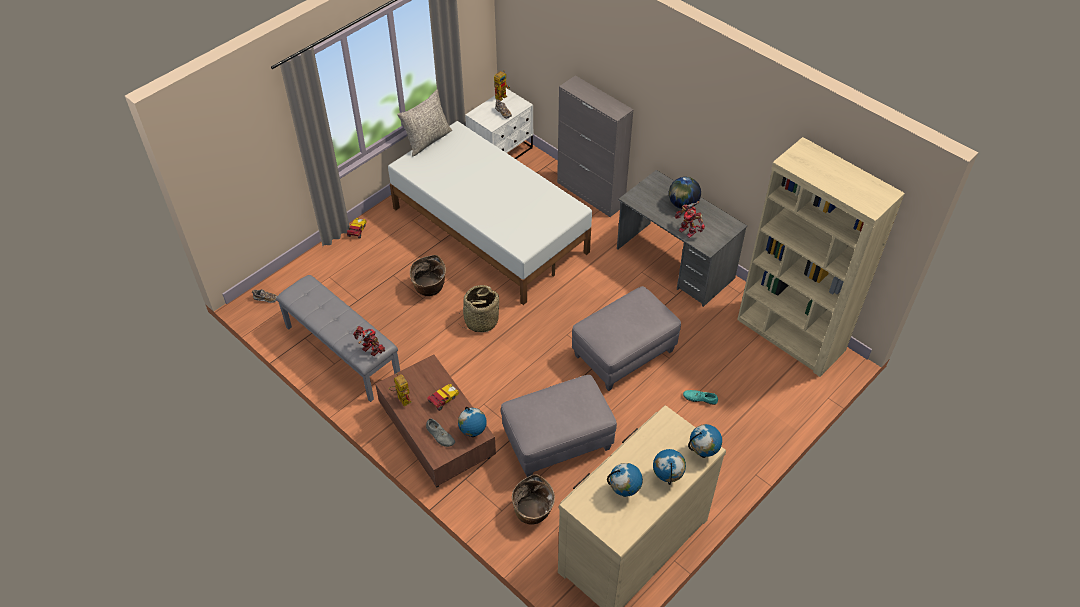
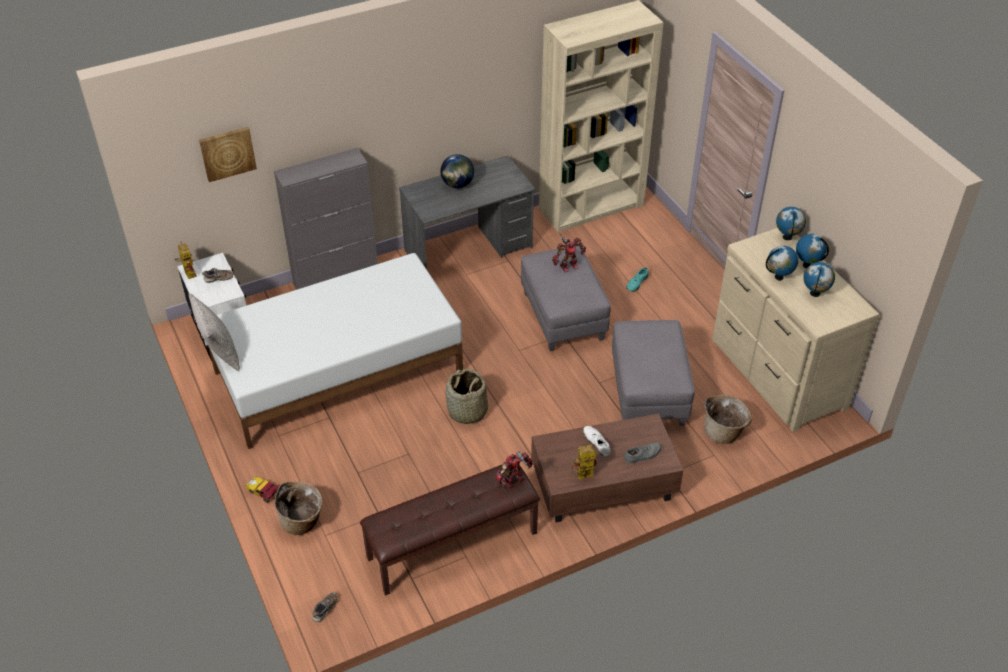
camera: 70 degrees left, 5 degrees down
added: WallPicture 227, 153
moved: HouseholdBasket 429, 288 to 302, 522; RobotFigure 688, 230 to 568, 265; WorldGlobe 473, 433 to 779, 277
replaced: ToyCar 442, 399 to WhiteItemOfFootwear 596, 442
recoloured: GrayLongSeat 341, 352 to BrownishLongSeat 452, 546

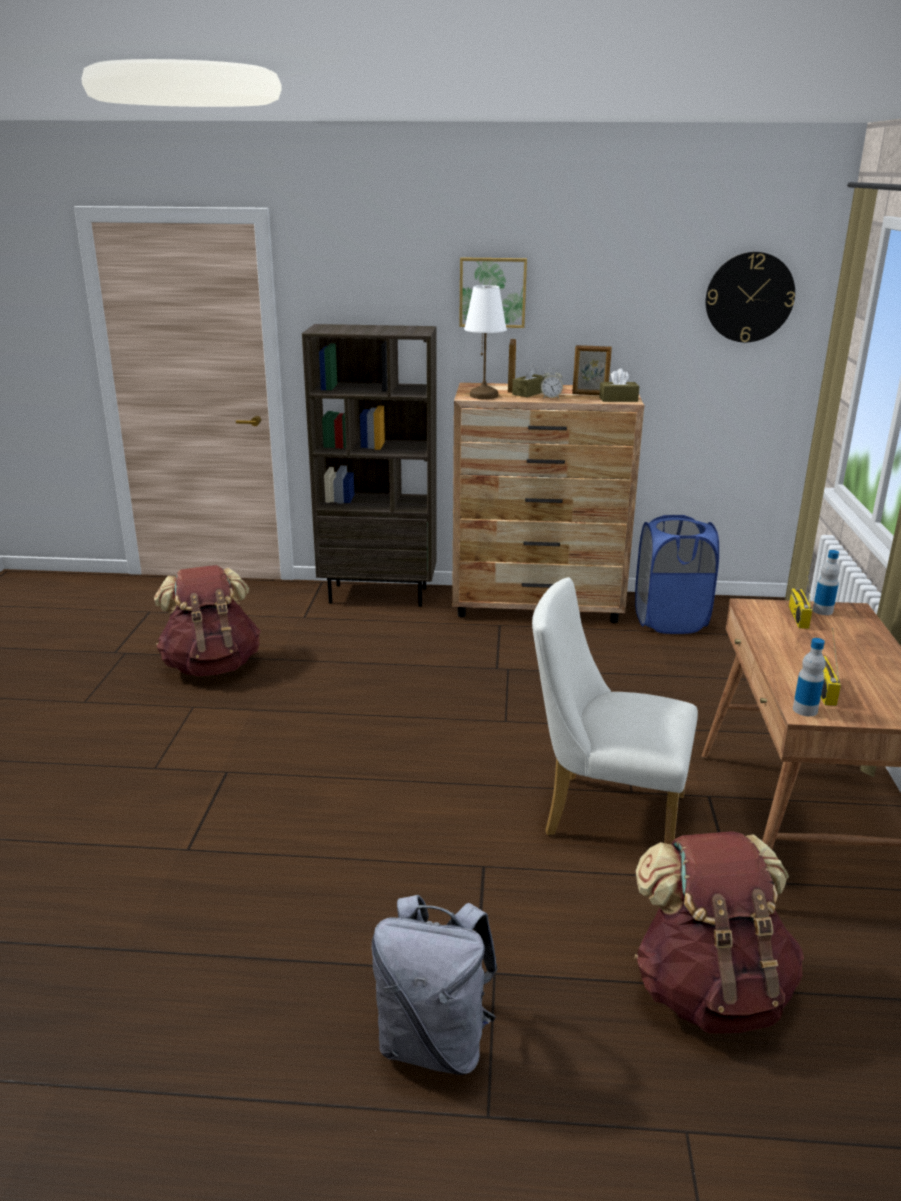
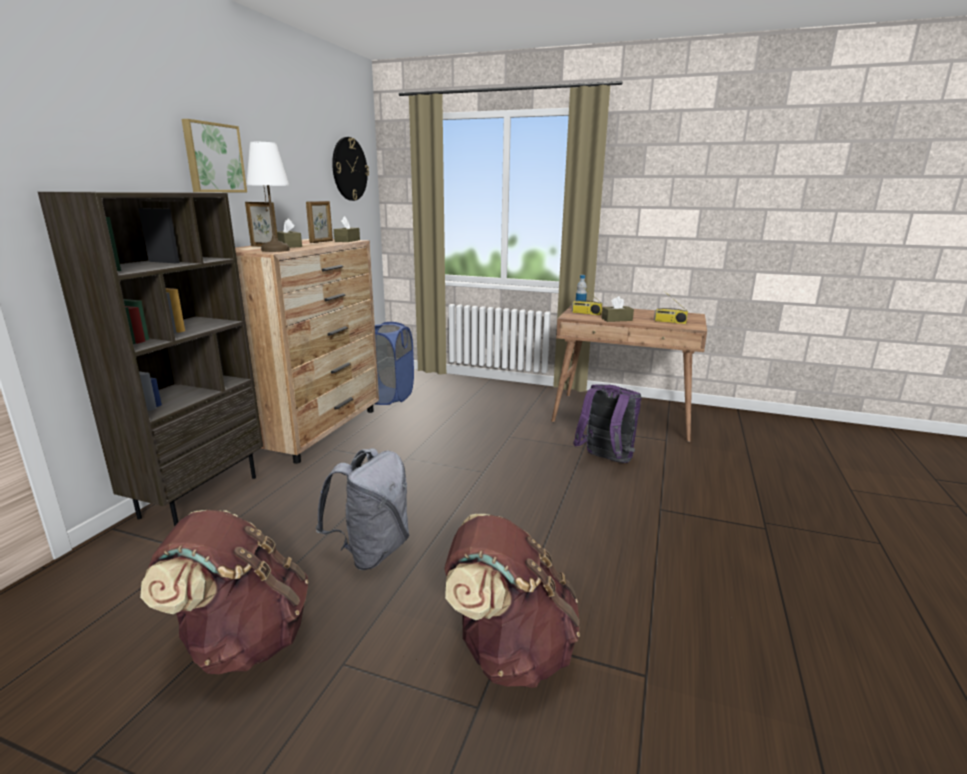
camera: 75 degrees left, 5 degrees down
removed: AlarmClock 550, 397; DrinkBottle 805, 710
added: BrownishBoxOfTissues 616, 319
moved: GrayBackpack 434, 1042 to 371, 551; BrownishBackpack 710, 990 to 509, 650
replaced: WhitePlainChair 603, 814 to PurpleColouredBackpack 605, 460

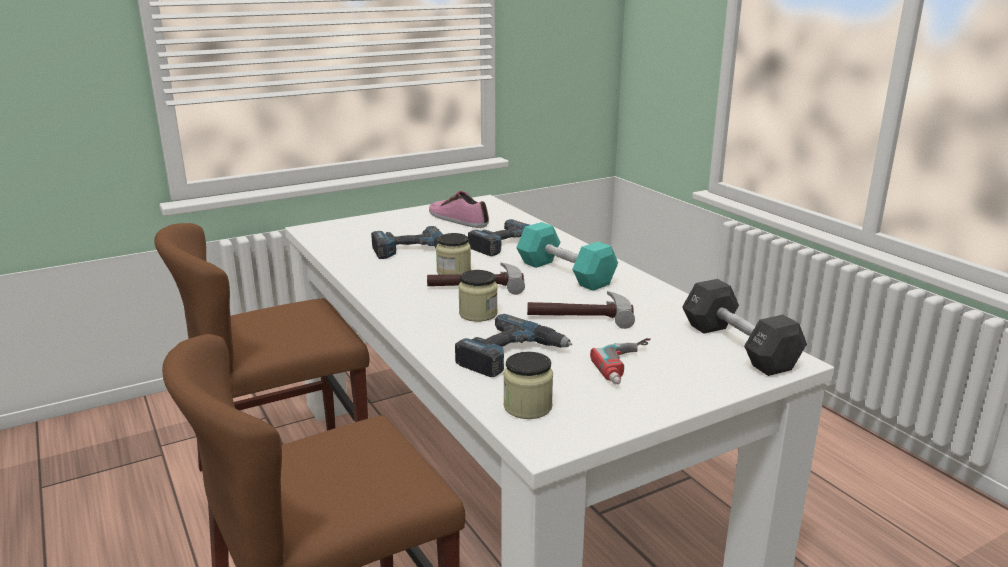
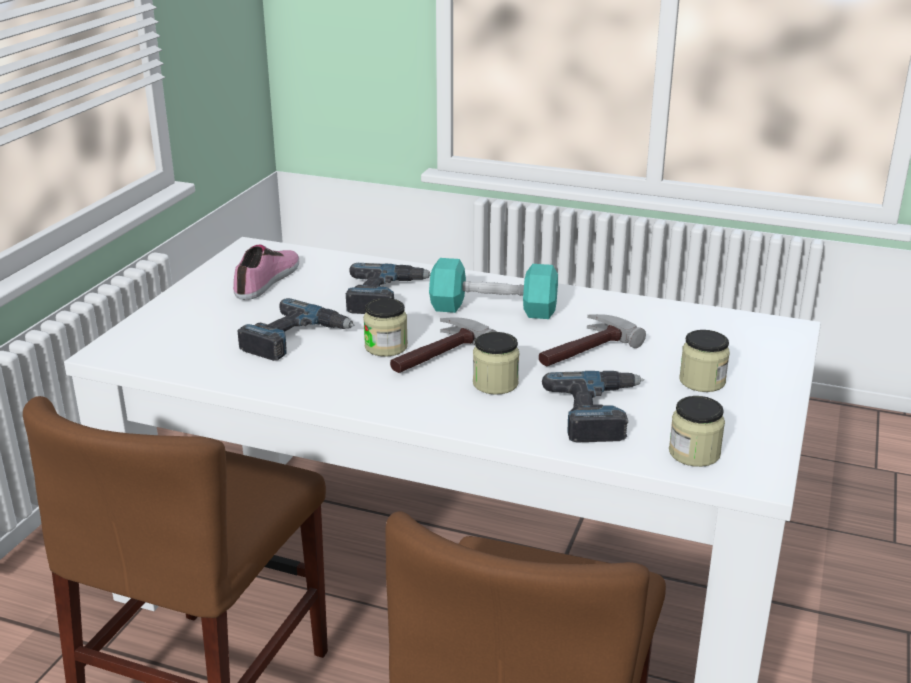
camera: 40 degrees left, 5 degrees up
removed: BlackDumbbell 738, 346
replaced: PowerDrill 631, 366 to StorageJar 702, 381
turned: ItemOfFootwear 458, 219 = 268, 280 105 degrees clockwise

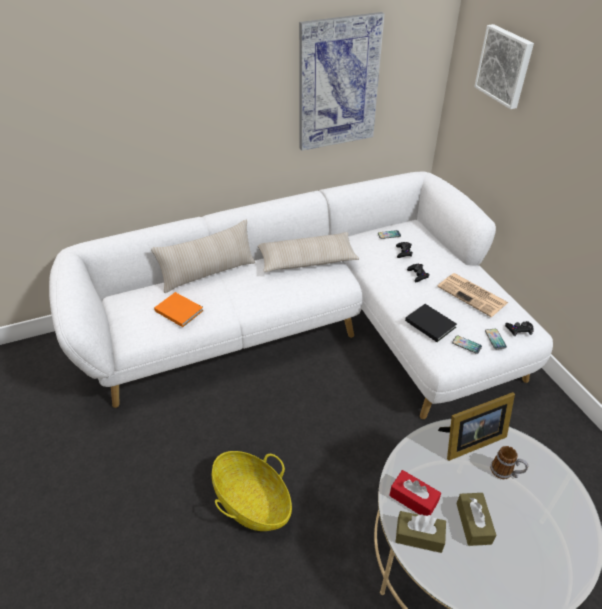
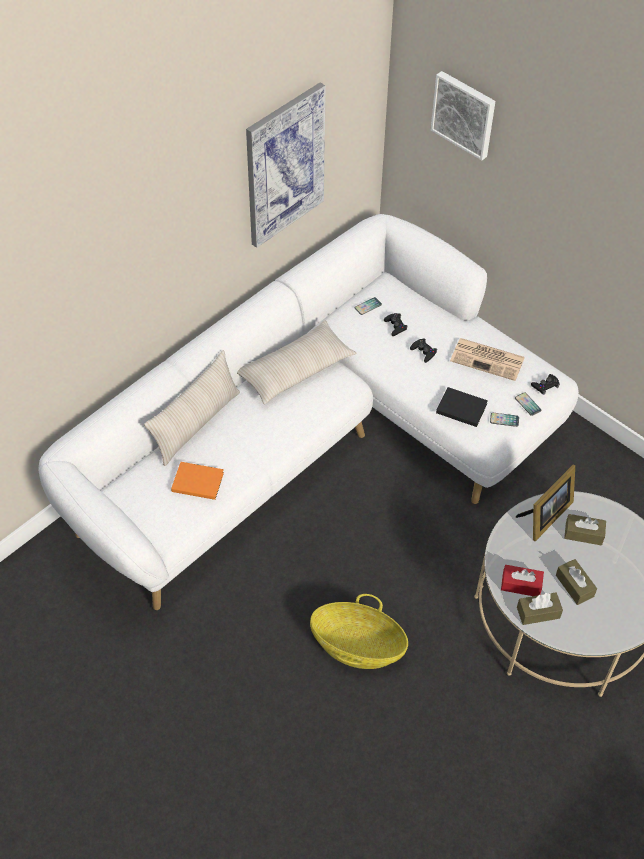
camera: 25 degrees left, 10 degrees up
replaced: TeaMug 505, 472 to BrownishBoxOfTissues 583, 534

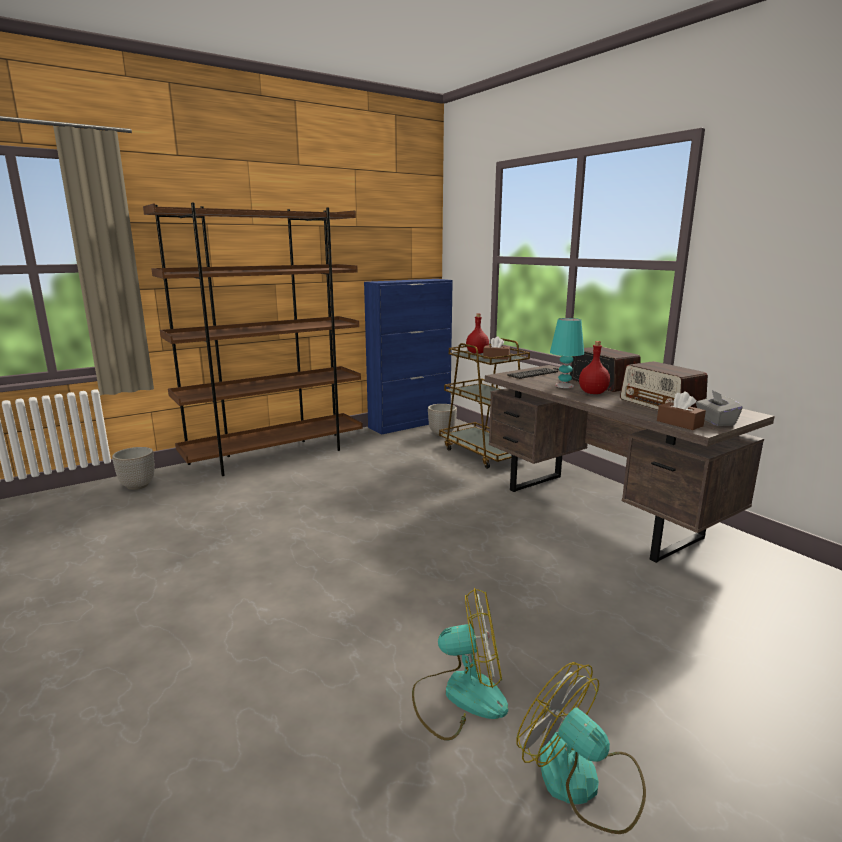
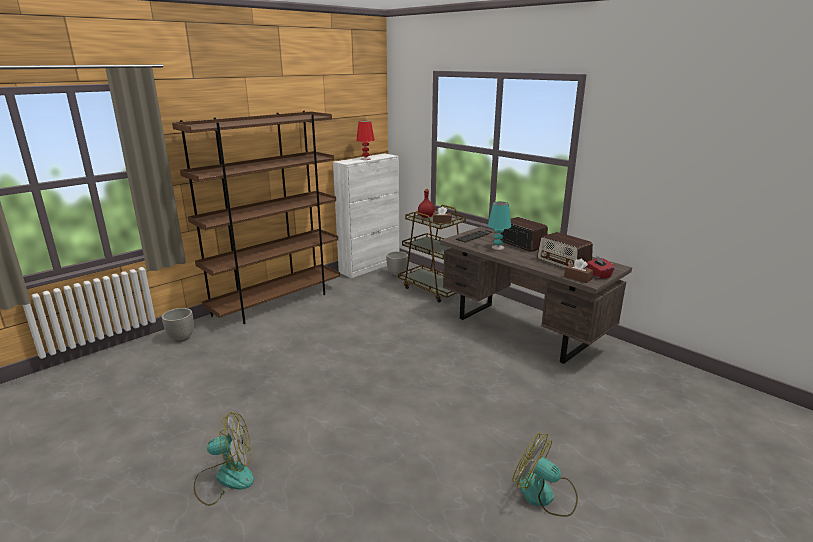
camera: 10 degrees left, 5 degrees up
removed: RedColouredDrinkBottle 593, 393
added: RedColouredTableLamp 366, 159
moved: Fan 459, 696 to 225, 478
recoloured: BlueCabinet 410, 423 to WhiteCabinet 370, 266; GrayBoxOfTissues 715, 421 to RedColouredBoxOfTissues 598, 274

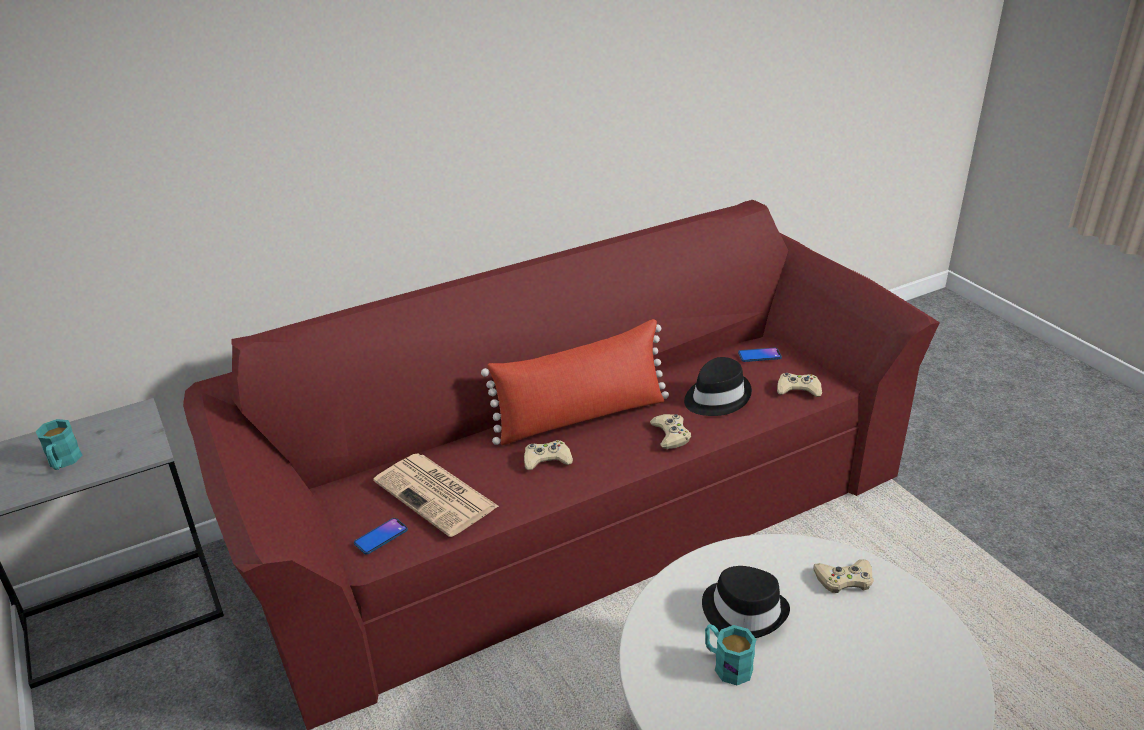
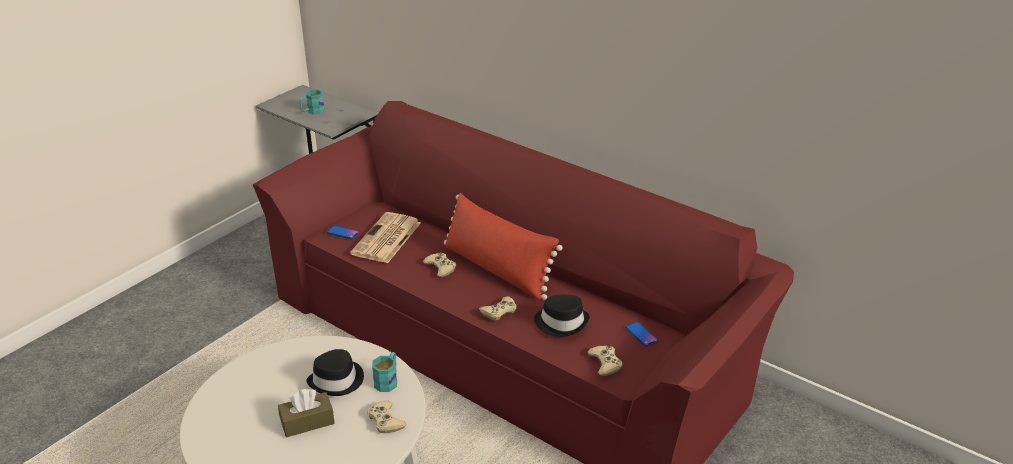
camera: 65 degrees right, 0 degrees up
added: BrownishBoxOfTissues 307, 422
moved: TurquoiseTeaMug 726, 664 to 388, 380

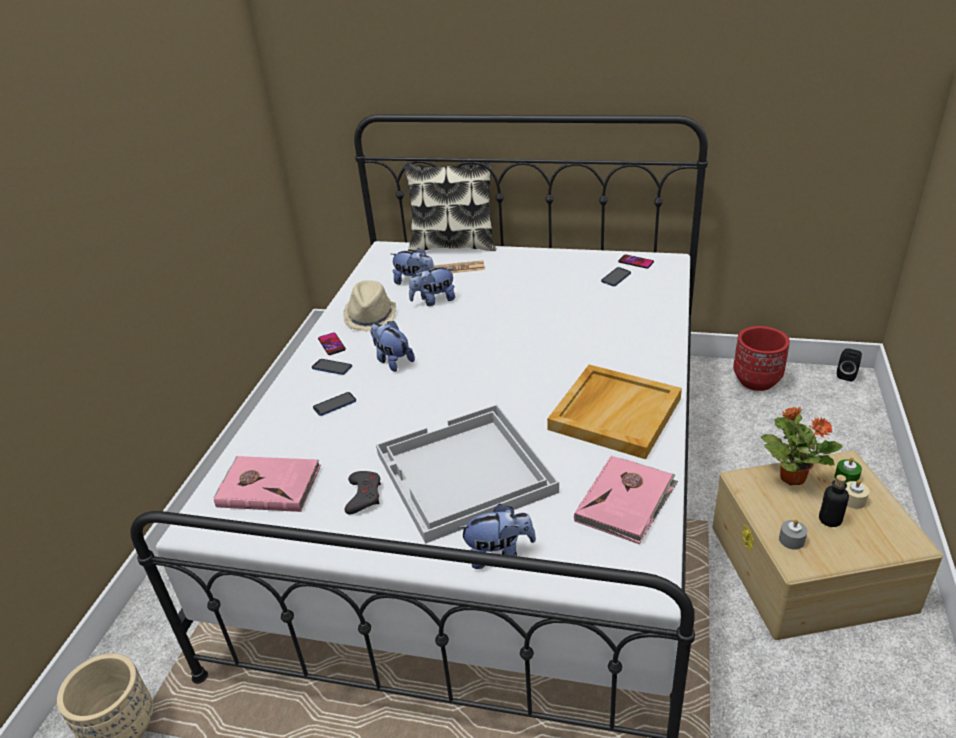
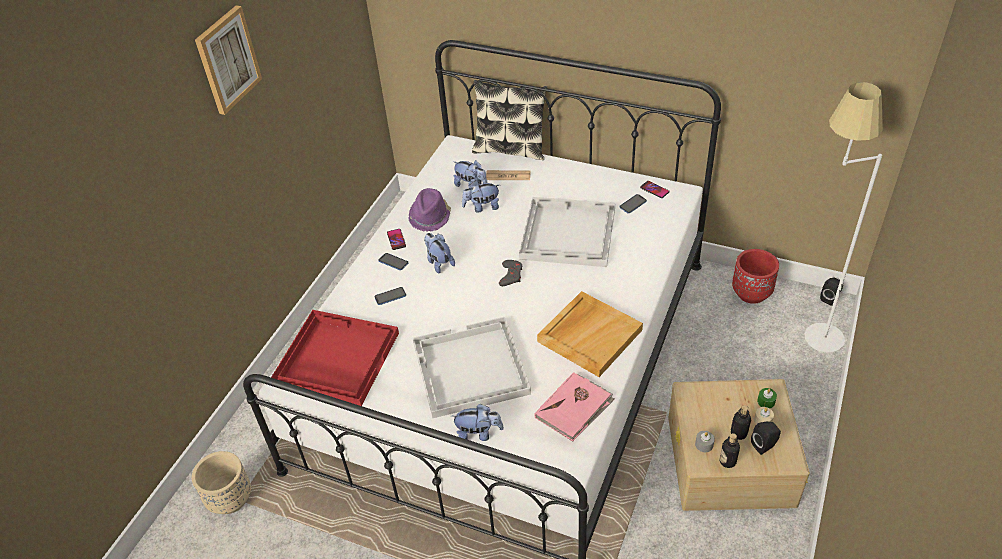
camera: 10 degrees right, 10 degrees up
removed: PottedPlant 792, 477
added: WallPicture 227, 60; WhiteServingTray 567, 233; DrinkBottle 727, 461; BlackSpeaker 764, 445; WhiteFloorLamp 811, 326
moved: GrayGamepad 364, 495 to 511, 275
replaced: PinkishBoundBook 269, 486 to RedColouredServingTray 336, 358
recoloured: SandColouredWearableHat 371, 317 to PurpleColouredWearableHat 430, 216

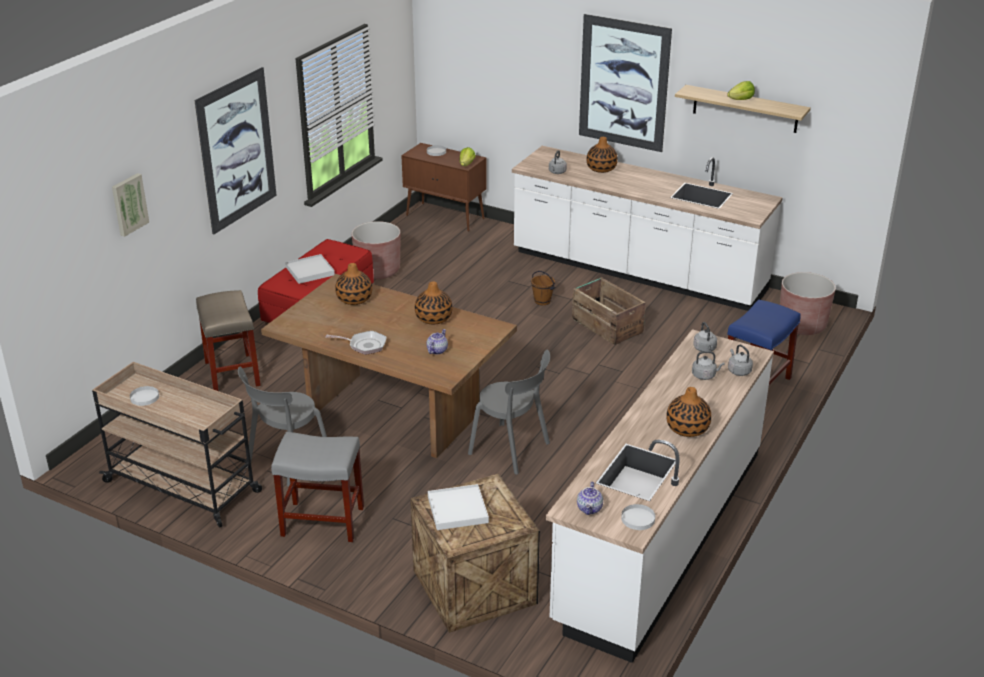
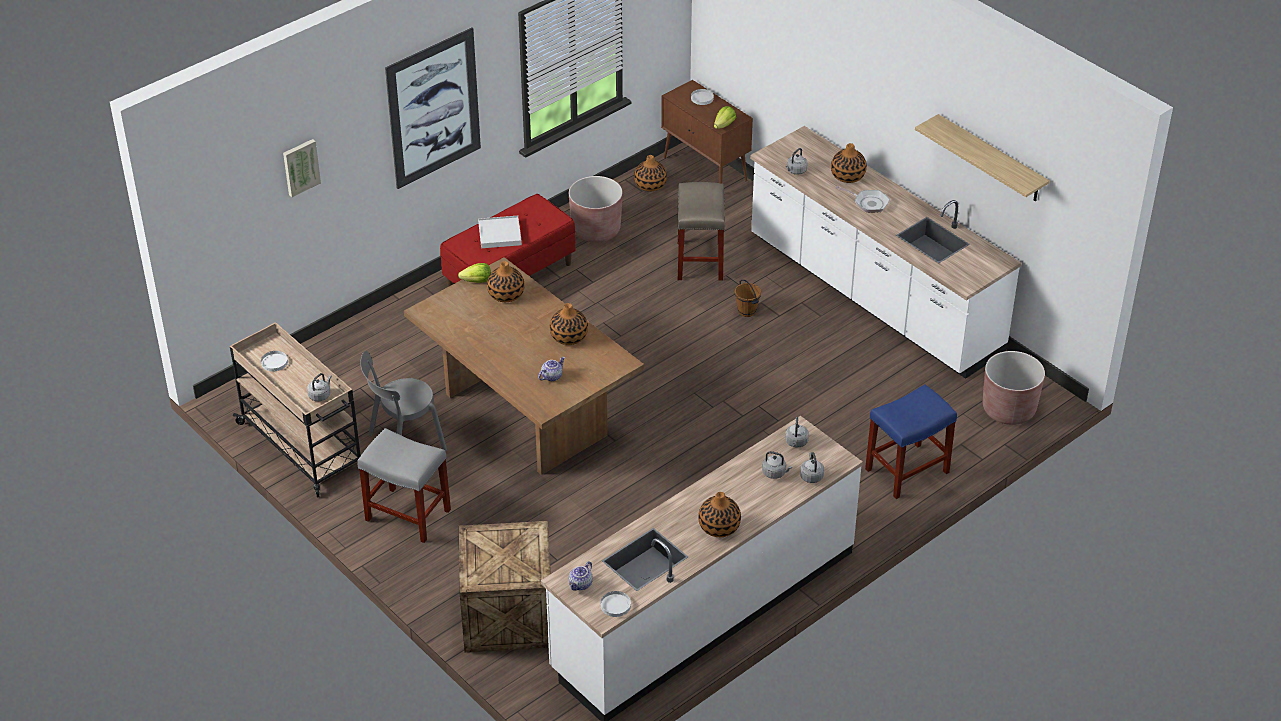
camera: 20 degrees right, 10 degrees up
removed: WhiteServingTray 457, 509; GrayPlainChair 512, 449; Crate 606, 325; WallPicture 623, 83
added: GrayWaterKettle 320, 395; FlowerVase 650, 185
moved: Lettuce 741, 100 to 477, 281; SandColouredStool 232, 373 to 699, 260; Pan 364, 345 to 868, 203

